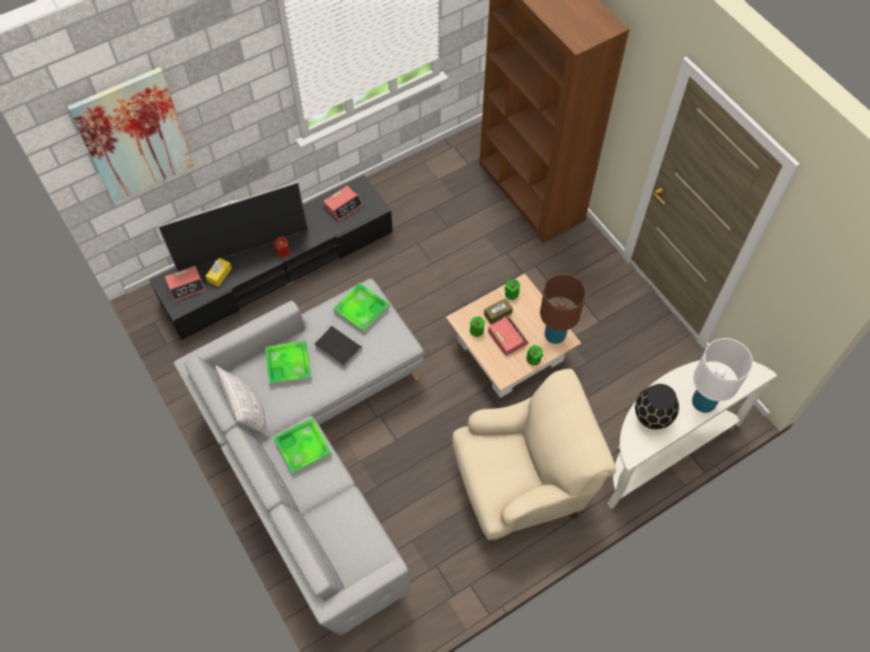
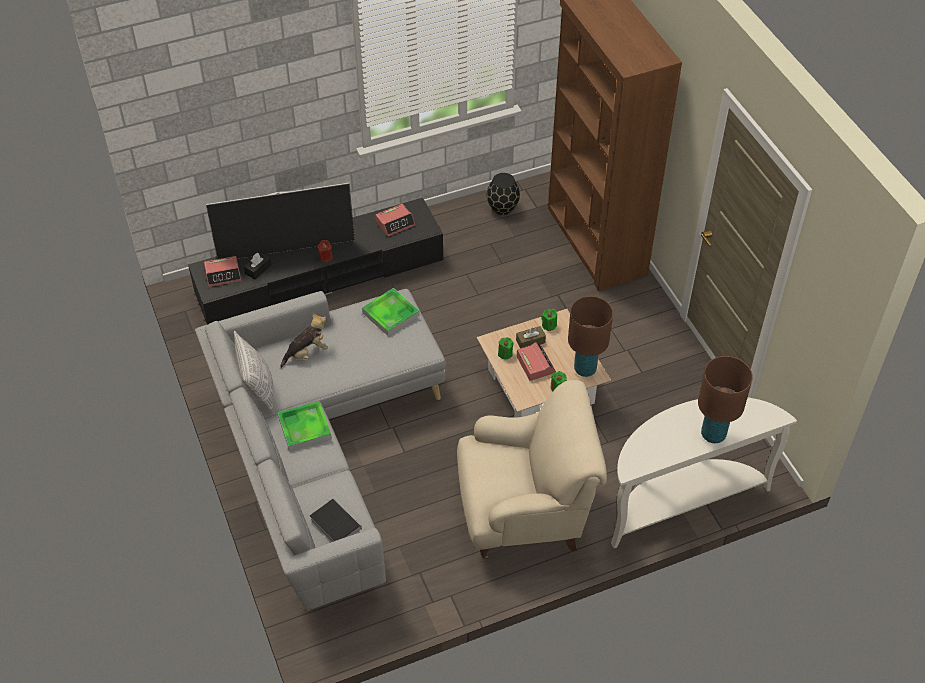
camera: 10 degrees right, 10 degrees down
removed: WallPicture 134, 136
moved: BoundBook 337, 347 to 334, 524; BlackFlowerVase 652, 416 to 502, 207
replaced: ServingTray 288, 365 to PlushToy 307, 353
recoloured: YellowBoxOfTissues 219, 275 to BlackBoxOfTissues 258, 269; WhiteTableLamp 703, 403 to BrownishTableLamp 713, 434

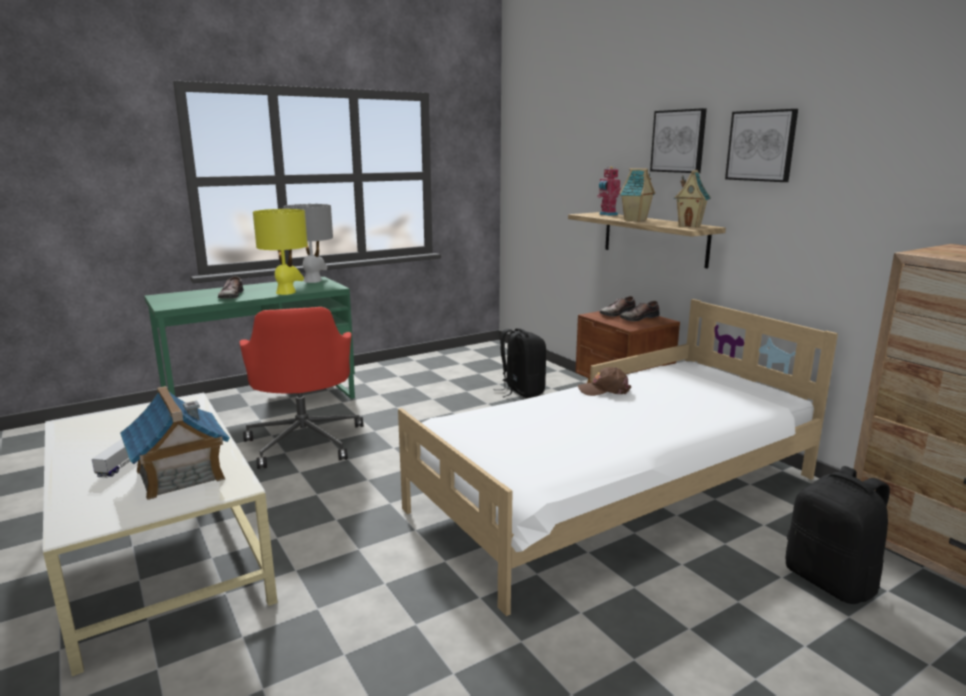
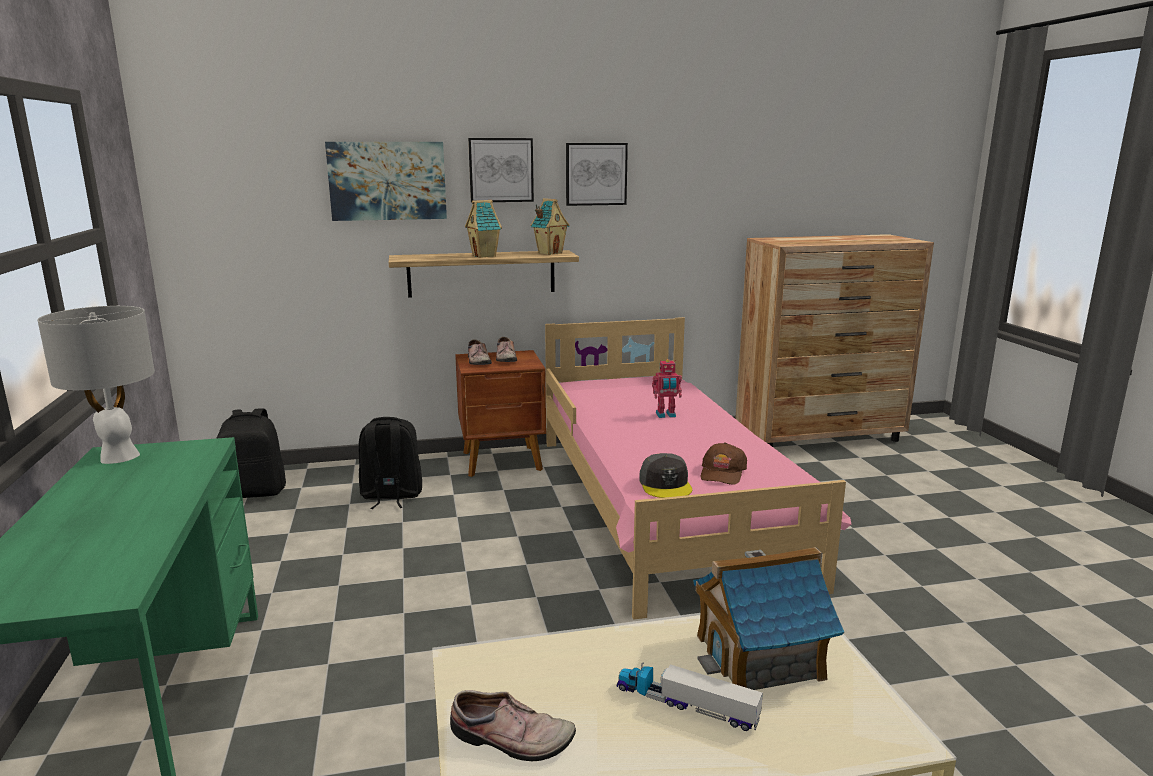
camera: 70 degrees left, 0 degrees up
removed: RedColouredOfficeChair 305, 441; YellowTableLamp 286, 292
added: WallPicture 387, 181; GrayBaseballCap 665, 485
moved: BlackBackpack 831, 581 to 255, 492; ItemOfFootwear 230, 295 to 511, 740; RobotFigure 607, 214 to 666, 415; BrownishBaseballCap 604, 390 to 722, 472
recoloured: WhiteBed 616, 494 to PinkishBed 664, 505

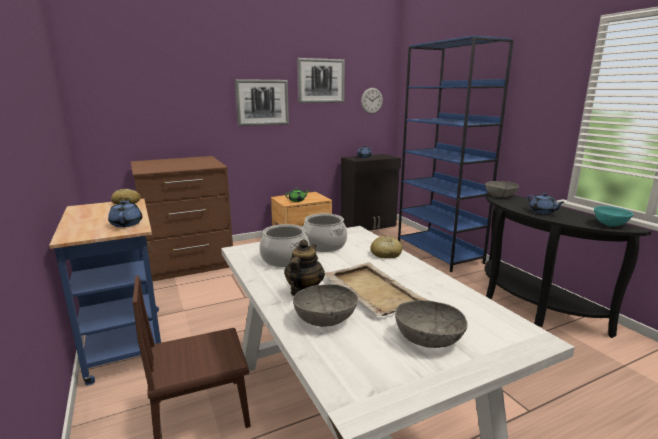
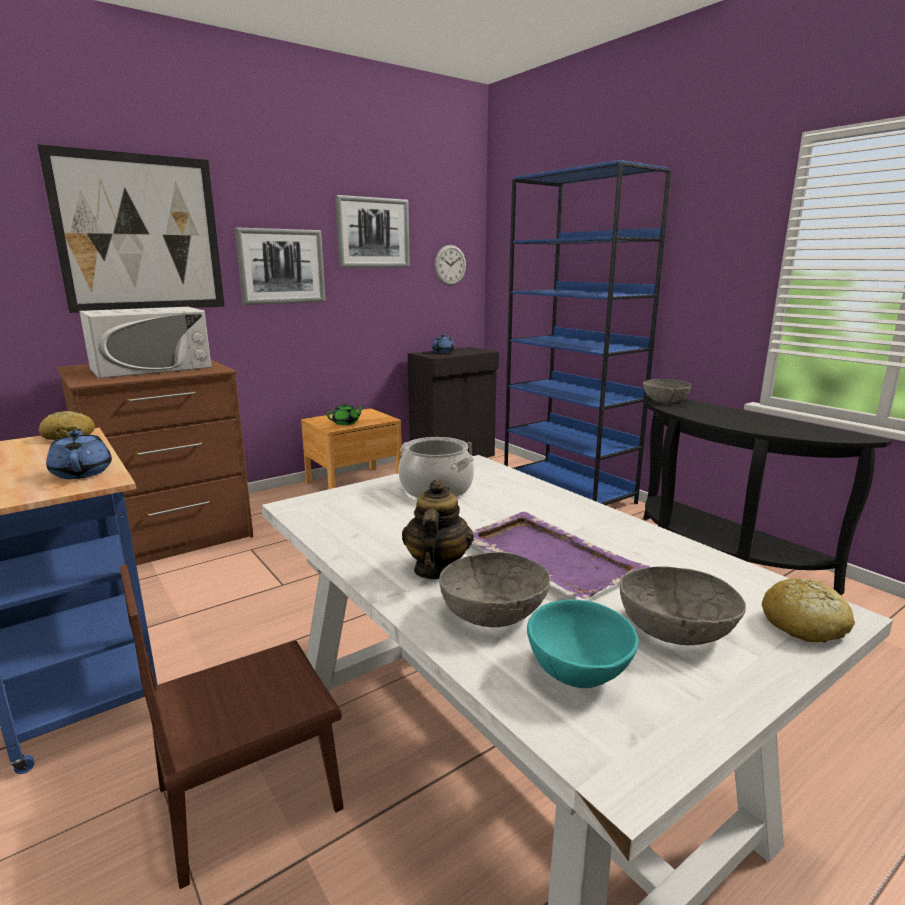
camera: 10 degrees left, 0 degrees up
removed: CookingPot 284, 259; BlueTeapot 542, 212
added: WallPicture 140, 234; WhiteKitchenMicrowave 151, 368
moved: TurquoiseServingBowl 610, 225 to 580, 672; BakeryBread 385, 254 to 803, 625
recoloured: SandColouredServingTray 372, 290 to PurpleColouredServingTray 547, 557

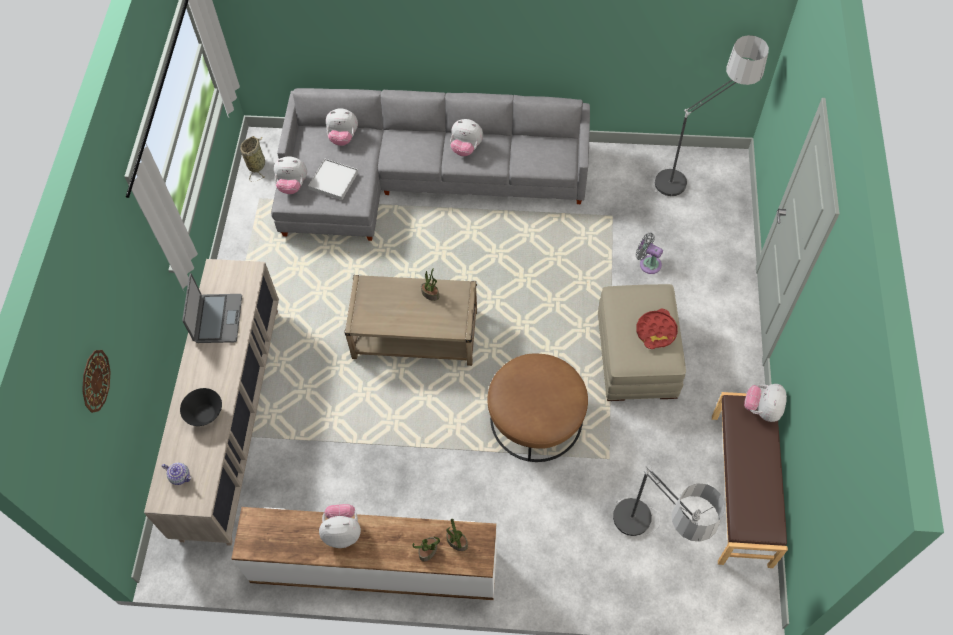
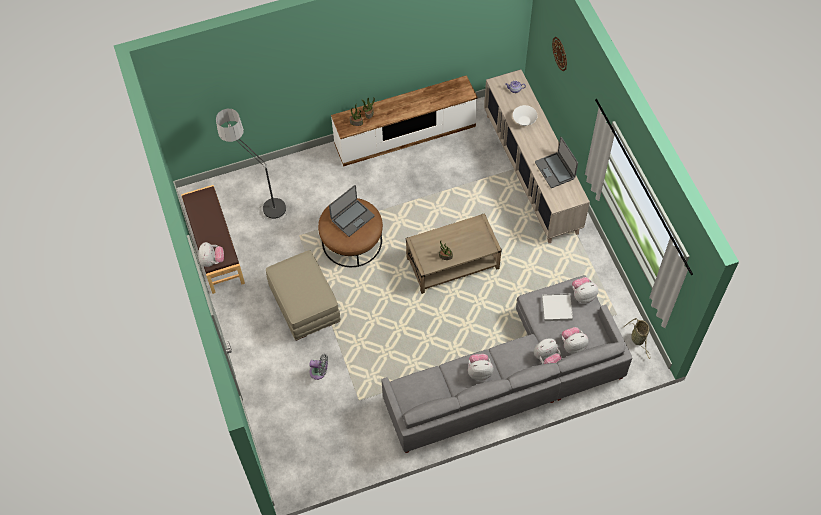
camera: 155 degrees right, 0 degrees up
removed: RedColouredServingTray 656, 331; FloorLamp 692, 174
added: Laptop 352, 218
moved: PlushToy 342, 531 to 546, 357
recoloured: BlackServingBowl 205, 414 to WhiteServingBowl 524, 121

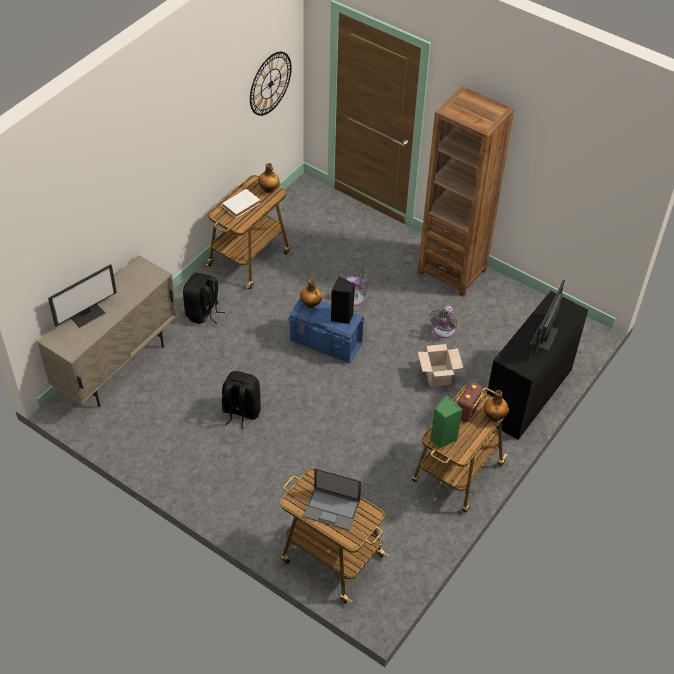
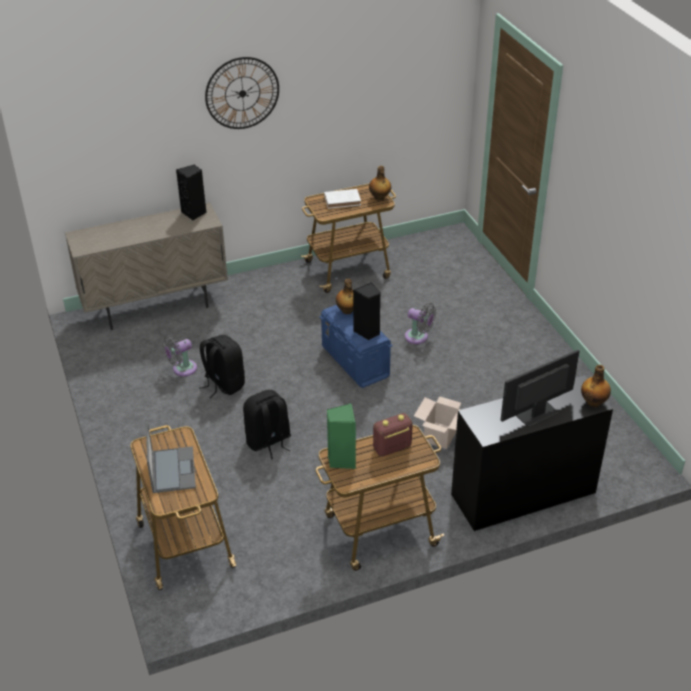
camera: 35 degrees right, 10 degrees down
removed: ComputerScreen 87, 314; BrownishShelvingUnit 452, 271
added: BlackSpeaker 194, 213
moved: GrayFan 443, 331 to 182, 369; HangingClock 270, 83 to 242, 93; BlackBackpack 203, 313 to 268, 442; DrinkBottle 494, 416 to 593, 402
turned: Laptop 332, 509 = 172, 469 150 degrees counterclockwise

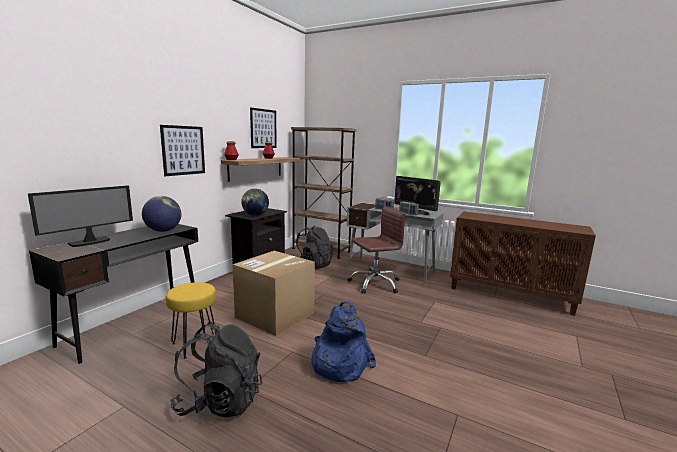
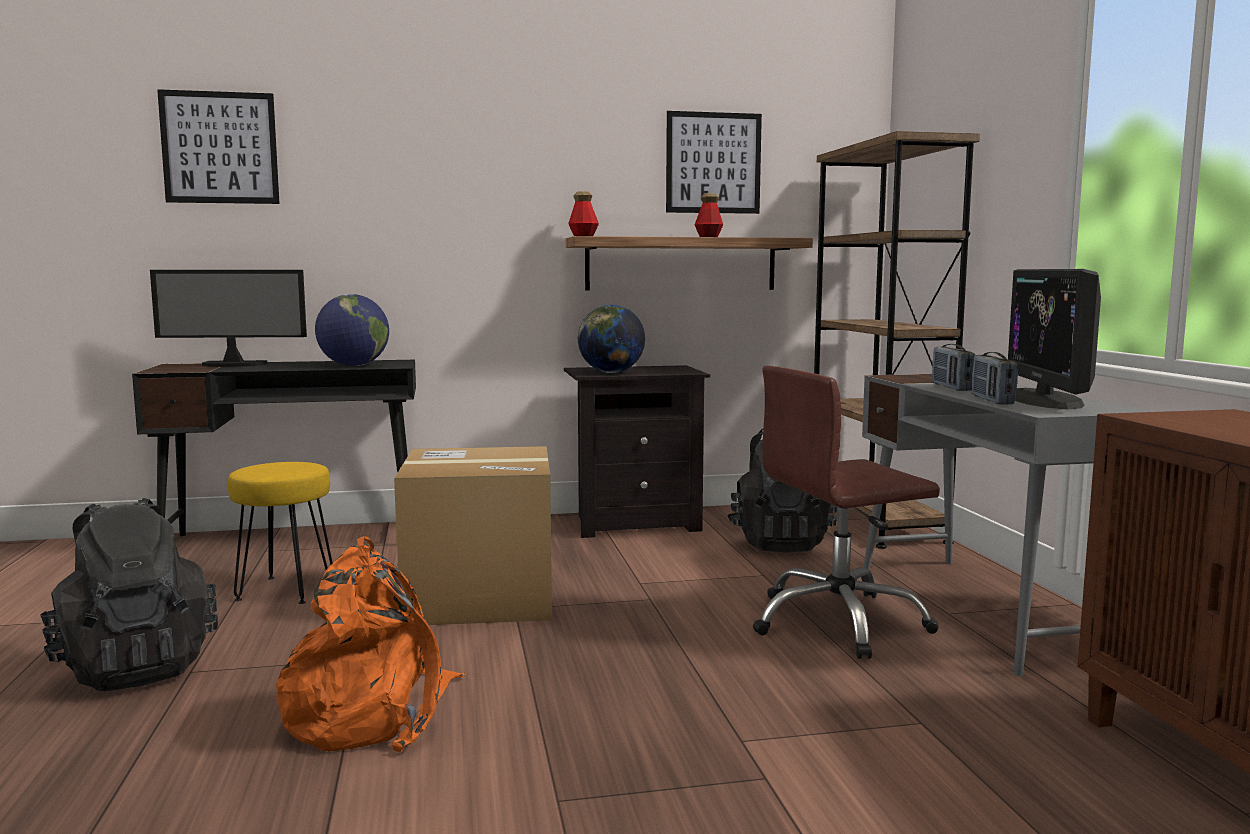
camera: 50 degrees right, 5 degrees down
moved: WallPicture 183, 150 to 220, 148
recoloured: BlueBackpack 338, 363 to OrangeColouredBackpack 372, 712
turned: BrownishOfficeChair 375, 283 = 839, 622 135 degrees clockwise

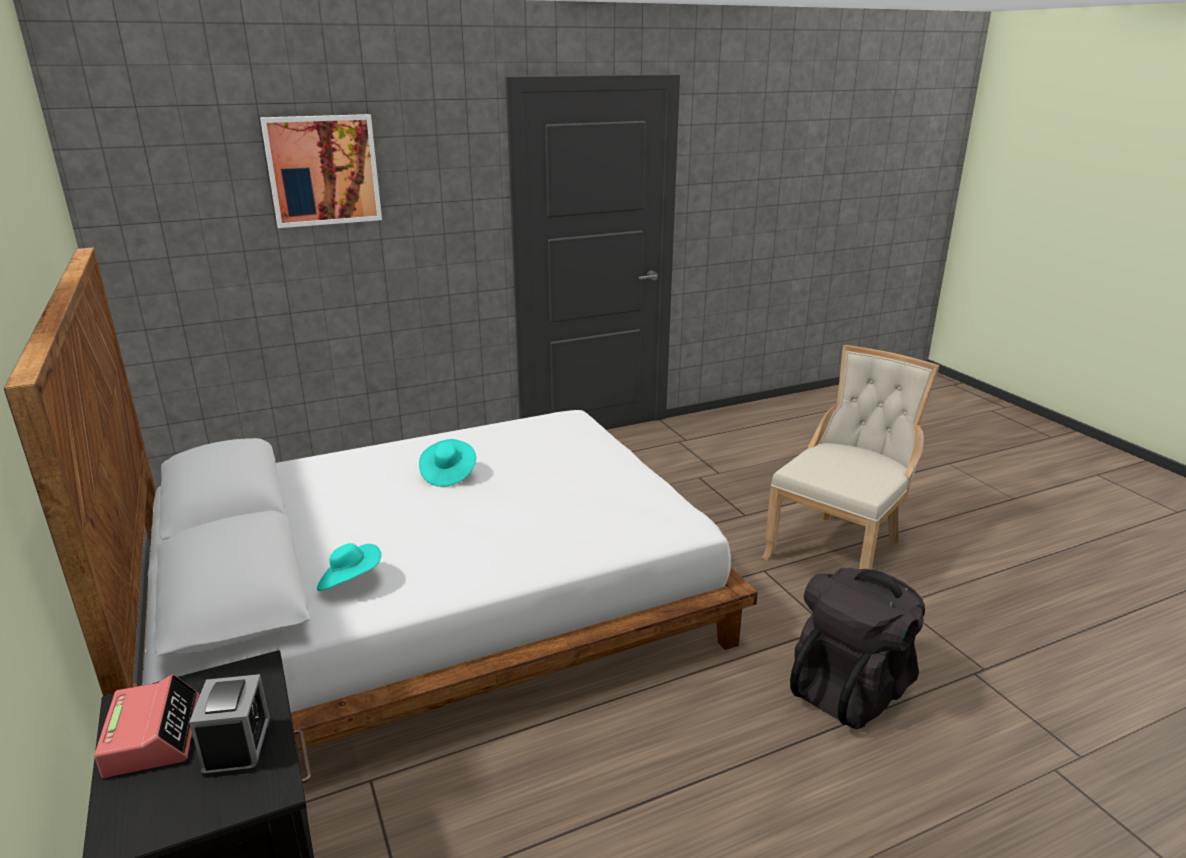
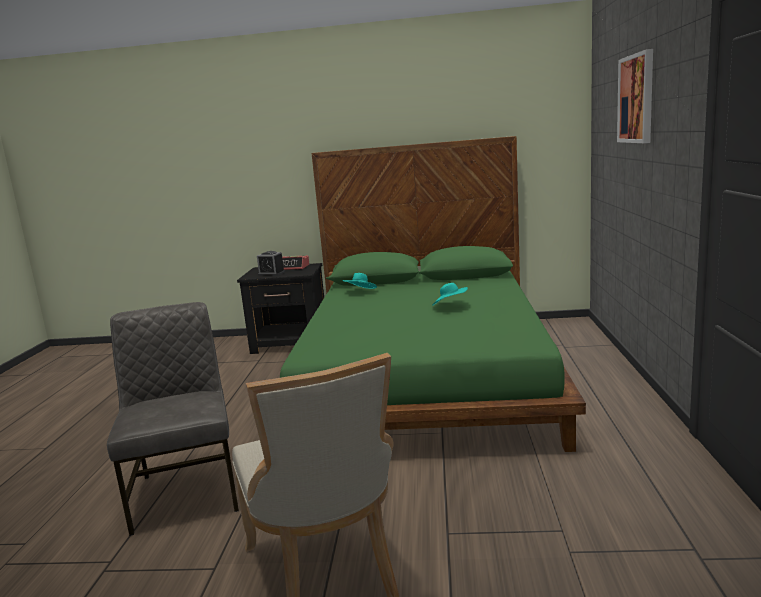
camera: 120 degrees right, 10 degrees down
replaced: BlackBackpack 851, 688 to GrayPlainChair 187, 492
recoloured: WhiteBed 435, 607 to GreenBed 425, 376

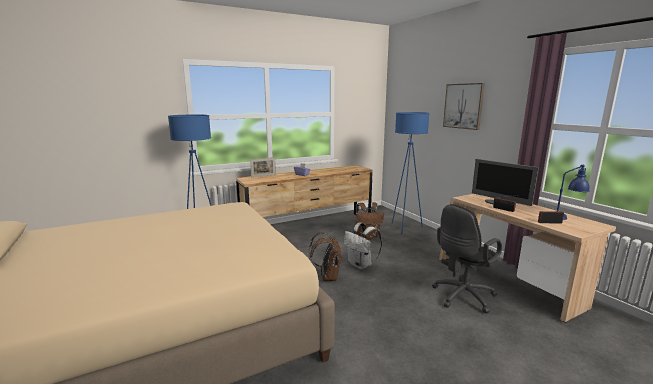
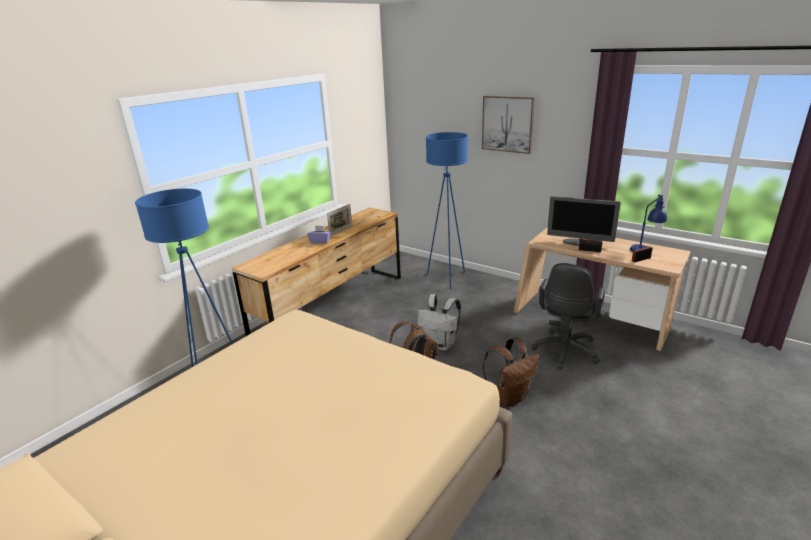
camera: 25 degrees left, 10 degrees up
moved: PhotoFrame 263, 176 to 341, 231; BrownishBackpack 367, 237 to 510, 397

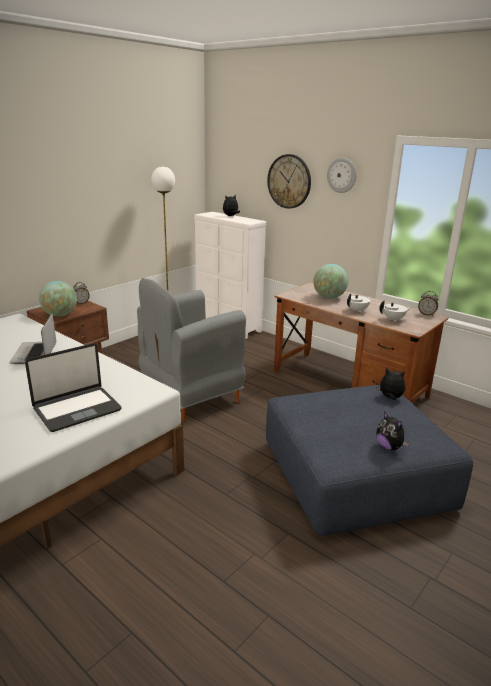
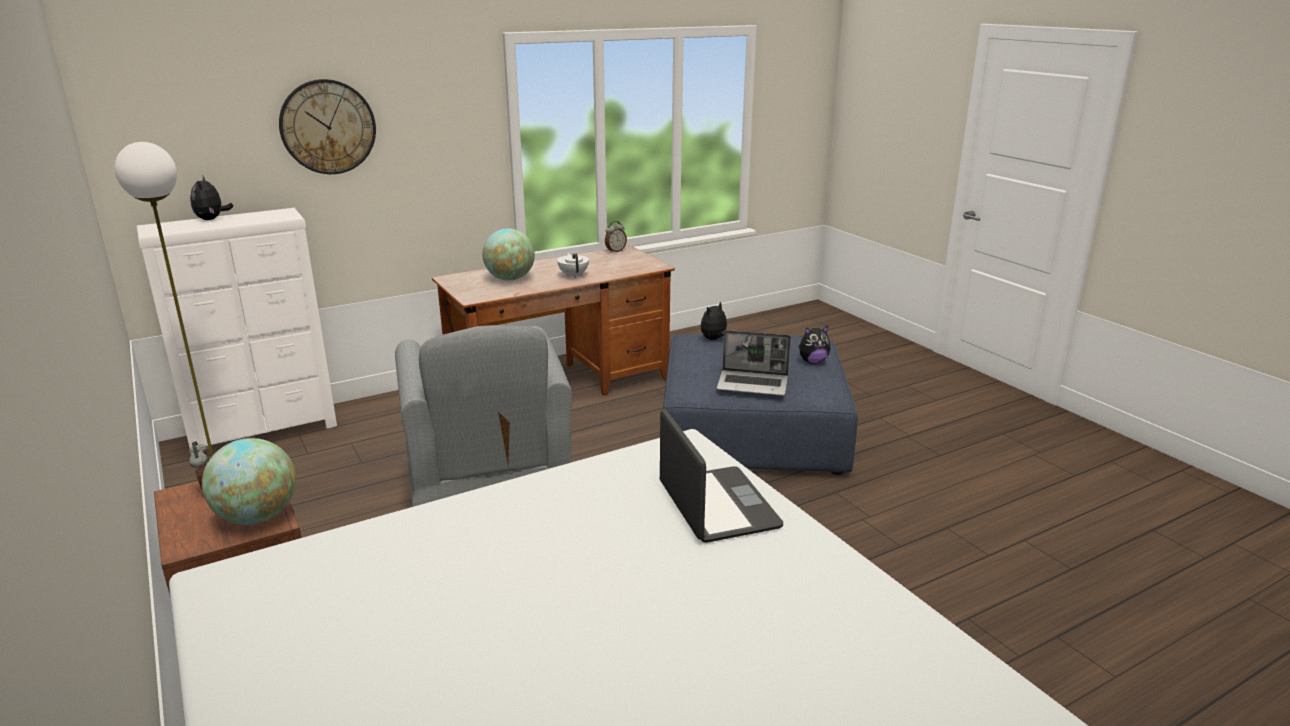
camera: 70 degrees left, 0 degrees up
removed: HangingClock 342, 175; WhiteTeapot 393, 319
moved: Laptop 35, 354 to 753, 384

